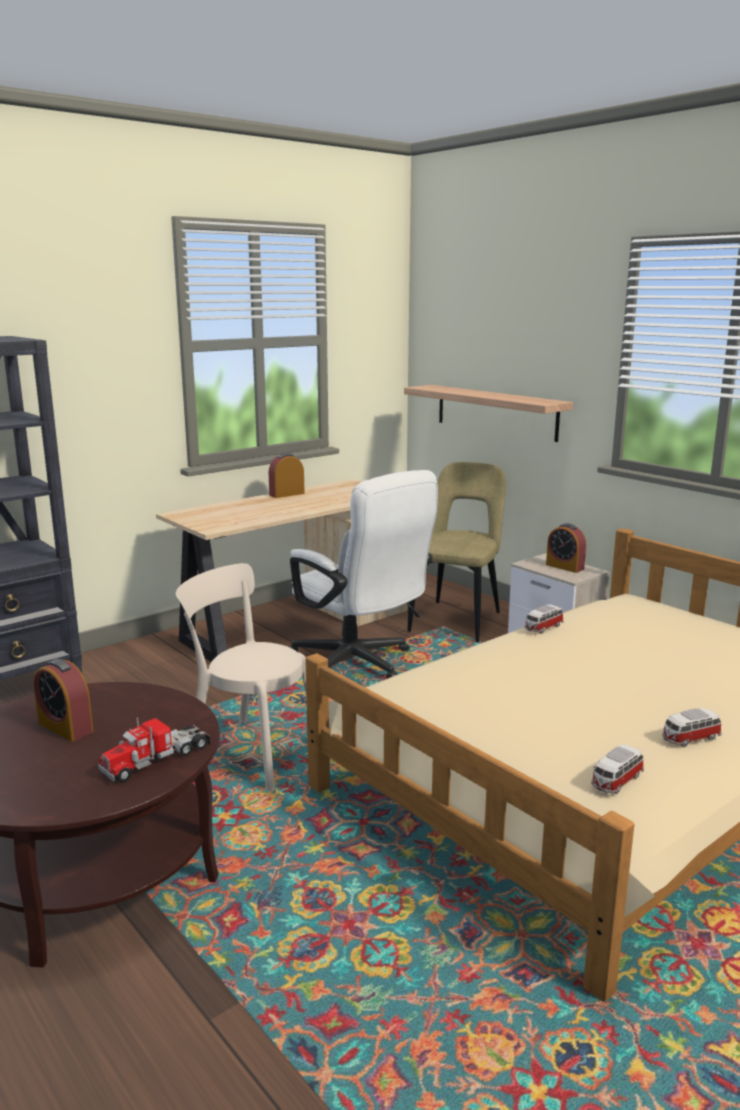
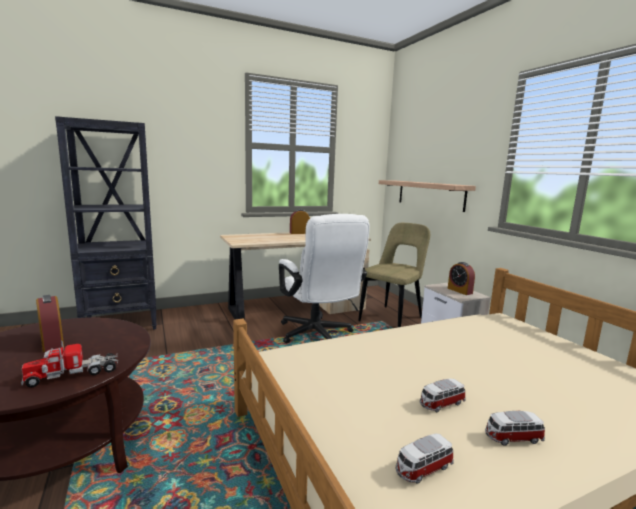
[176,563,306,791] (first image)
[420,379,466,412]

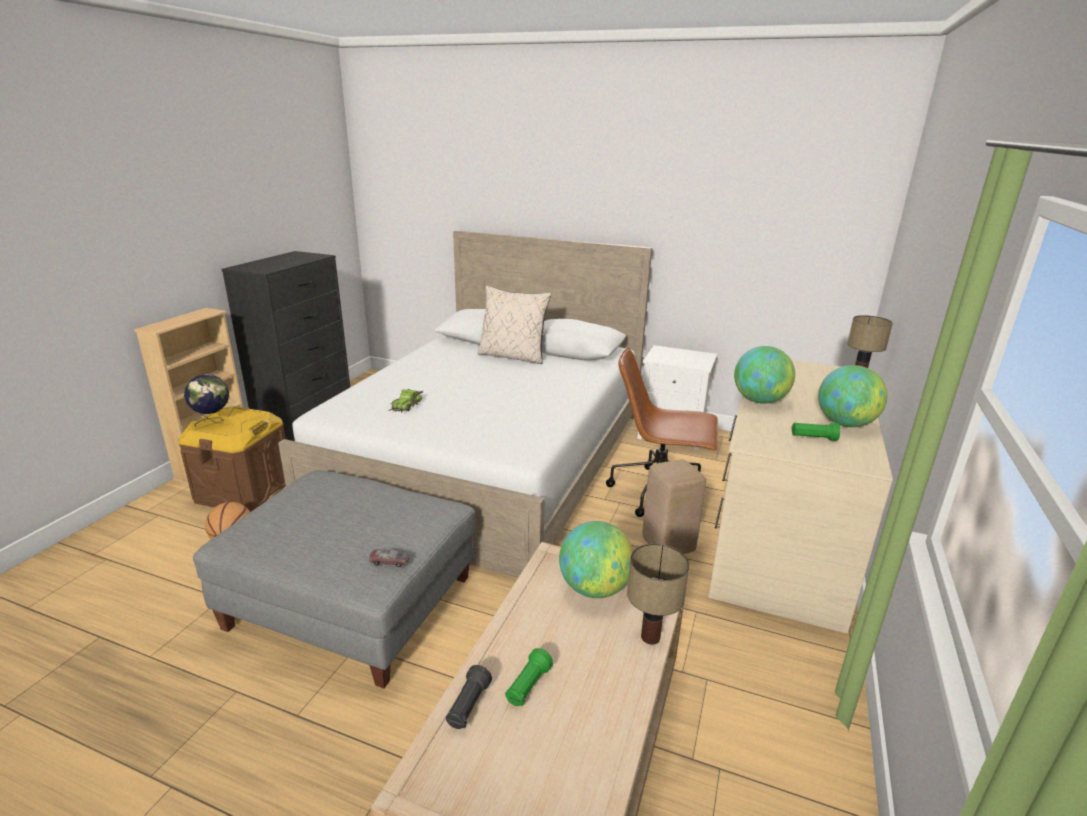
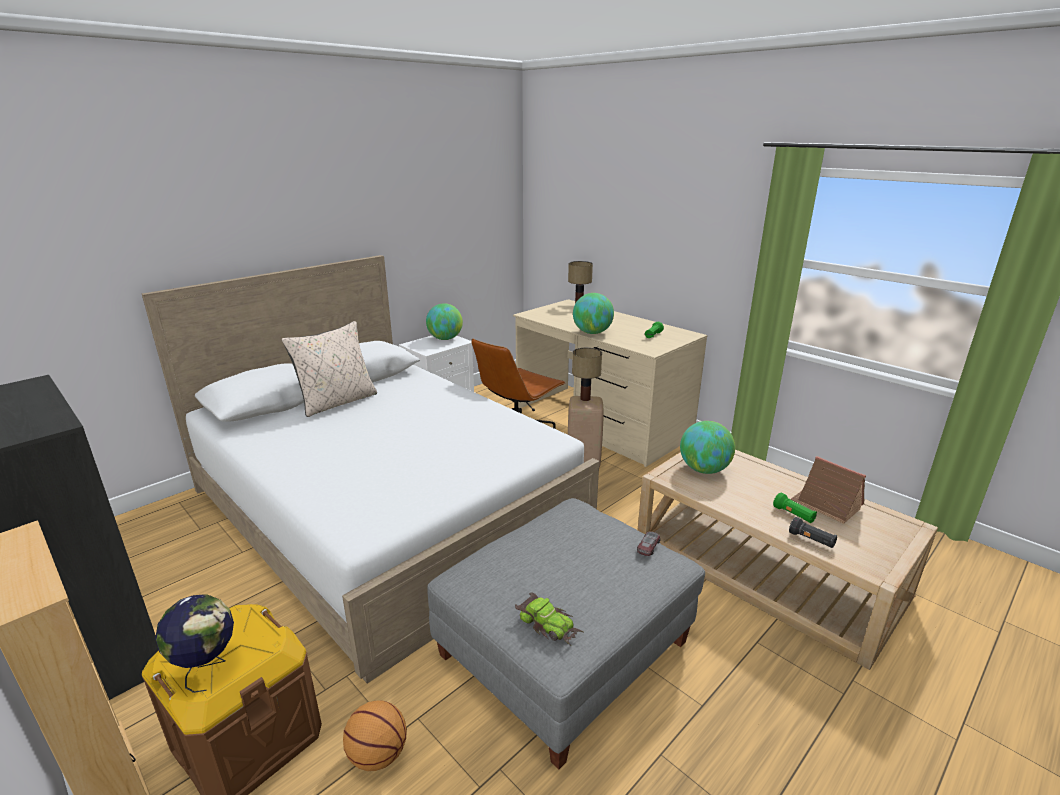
[515,593,585,645]
[572,348,602,401]
[426,303,463,340]
[790,456,866,524]

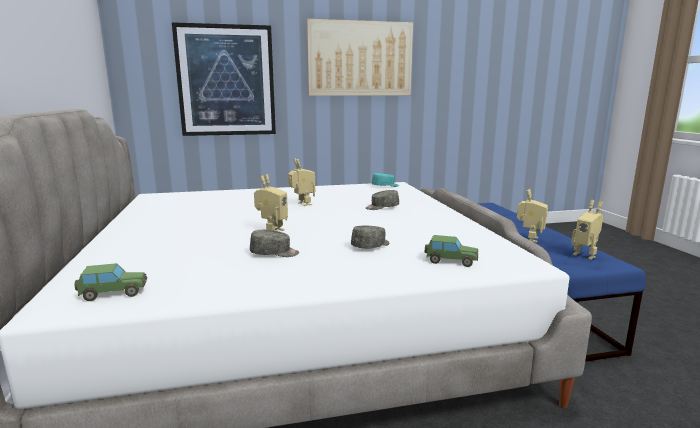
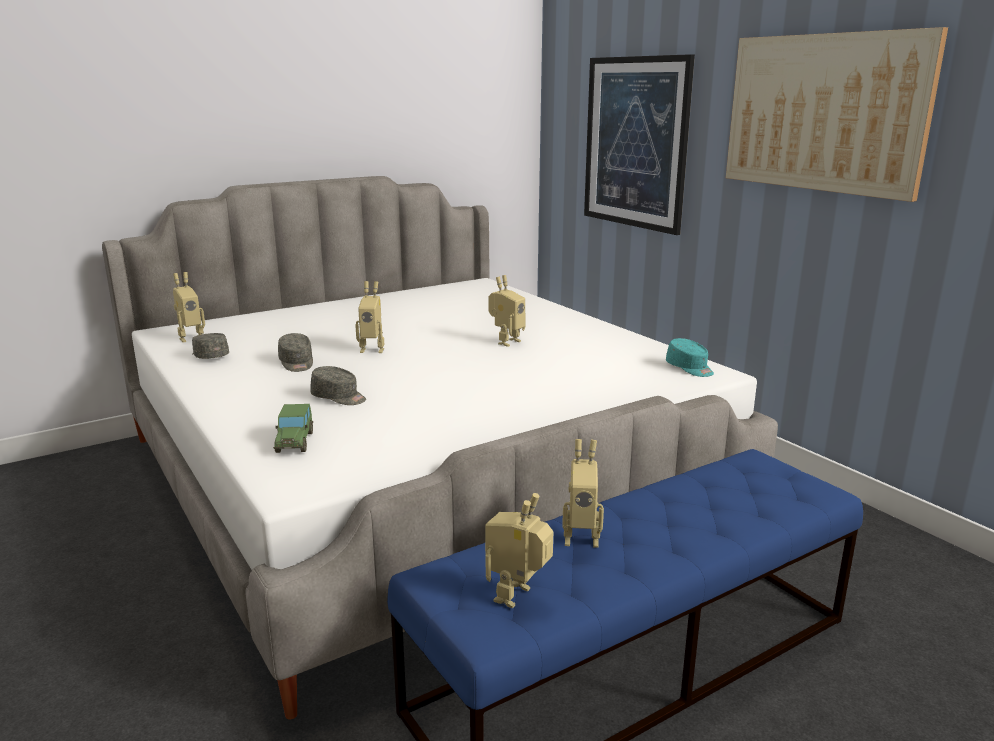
[173,272,205,342]
[192,333,229,359]

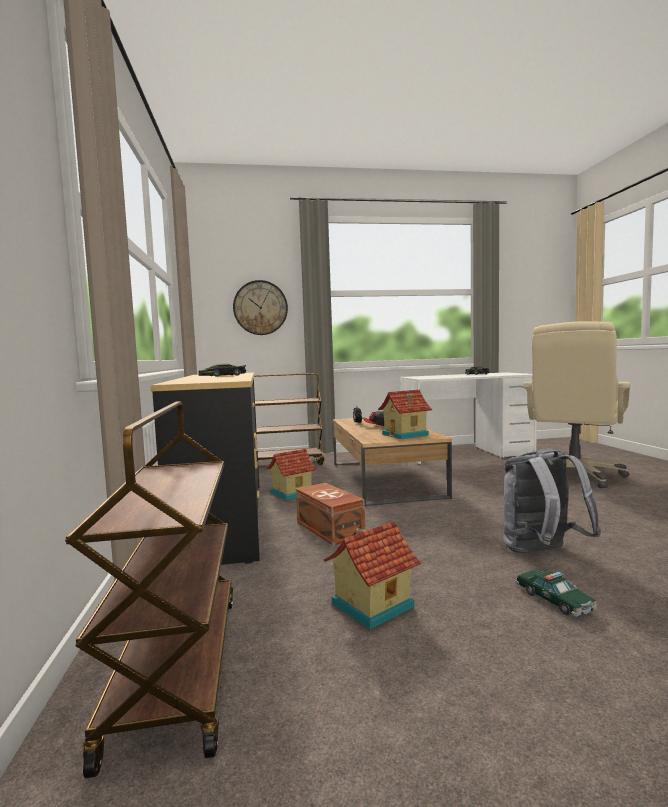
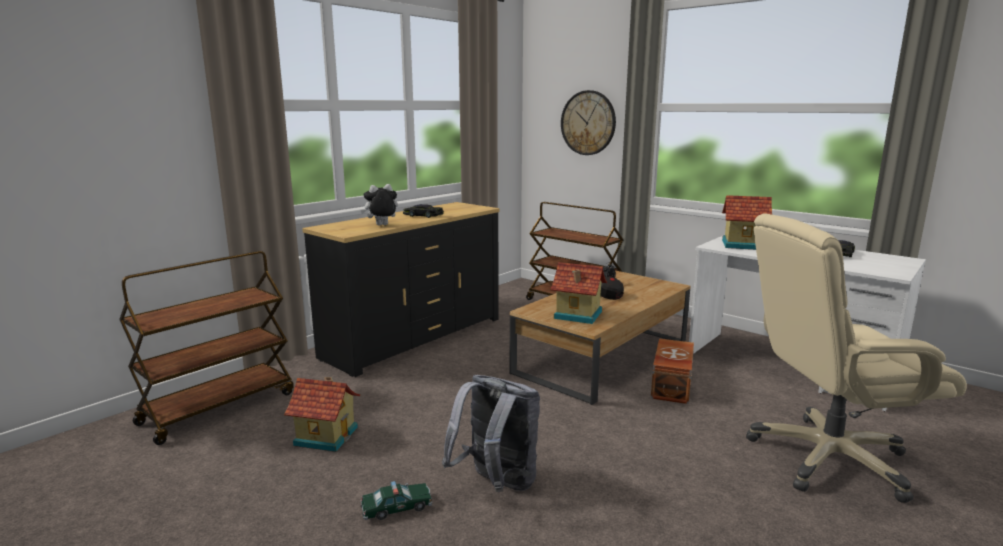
[722,195,772,250]
[651,339,694,404]
[361,481,432,520]
[361,184,398,226]

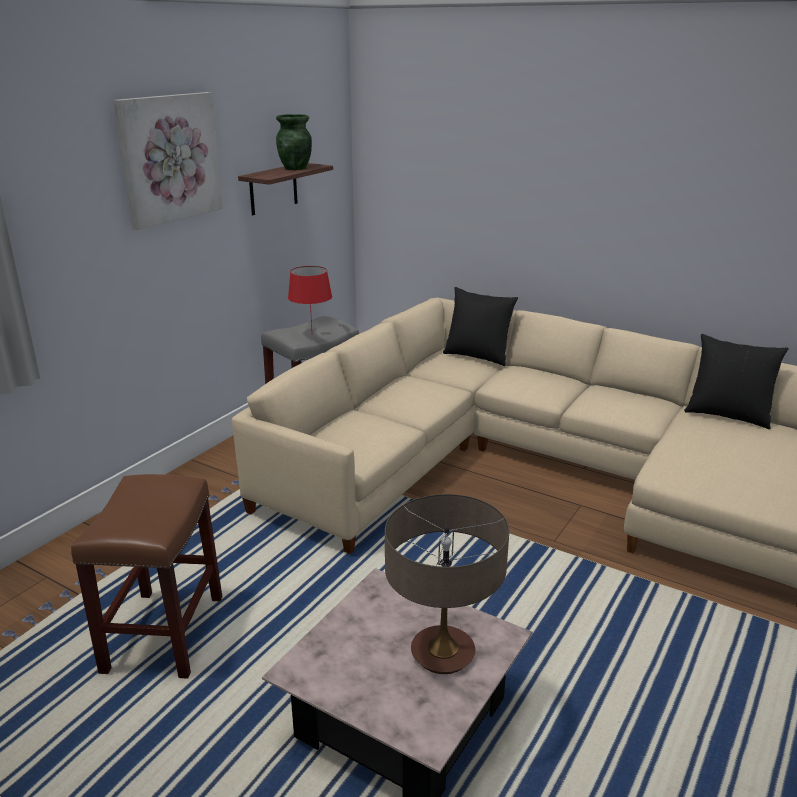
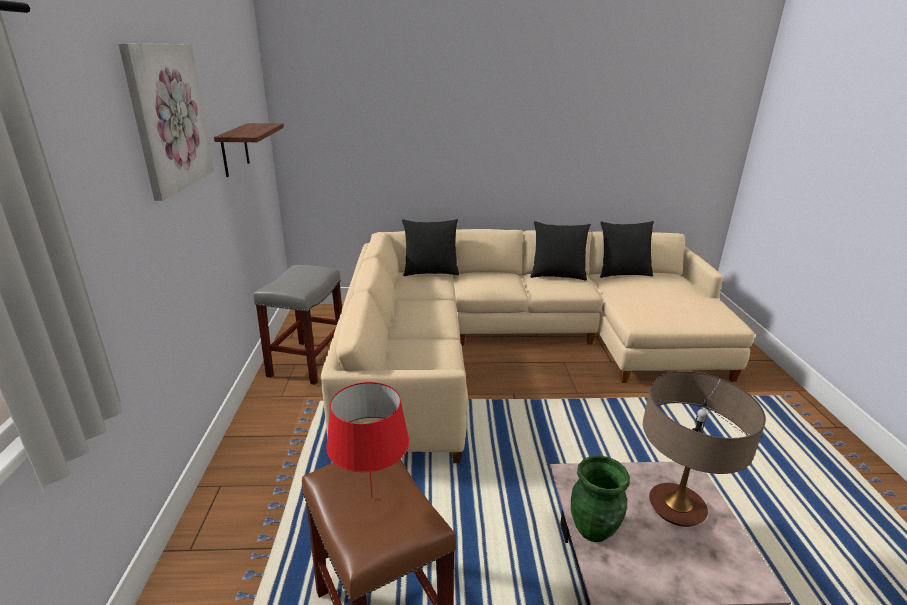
[571,455,630,542]
[326,382,409,498]
[530,221,591,281]

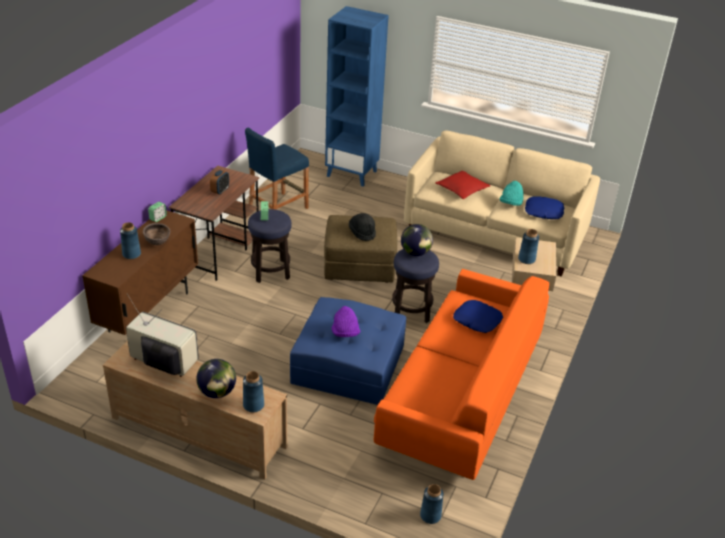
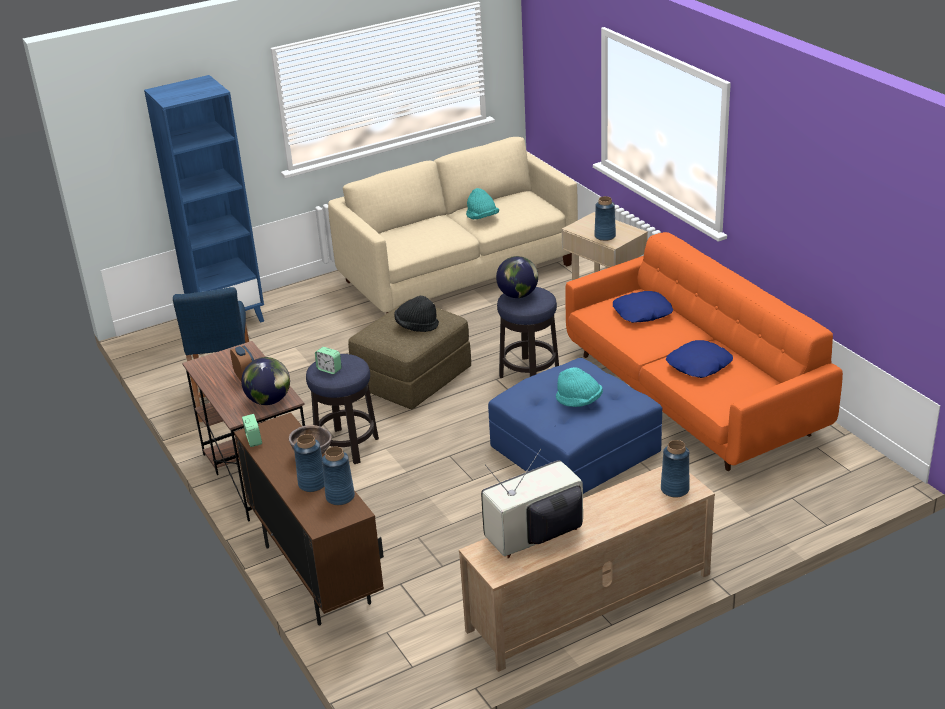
[241,357,290,405]
[556,367,603,407]
[322,447,355,505]
[435,171,491,199] (first image)
[666,340,733,378]

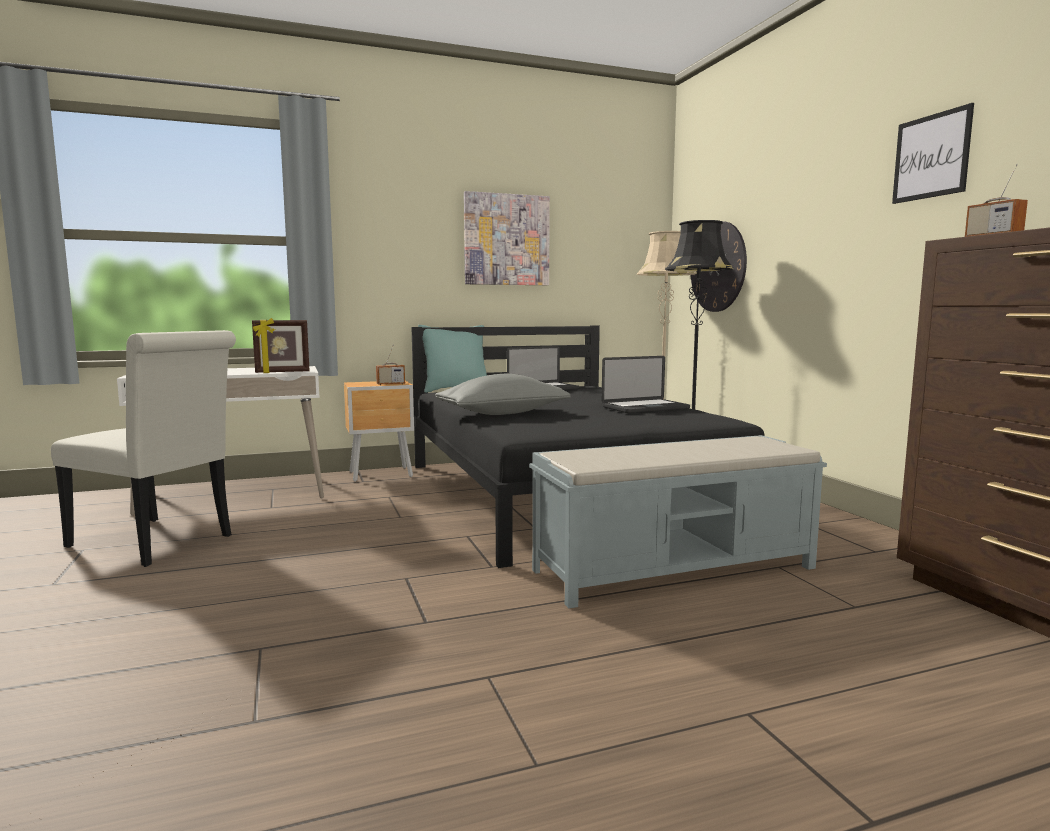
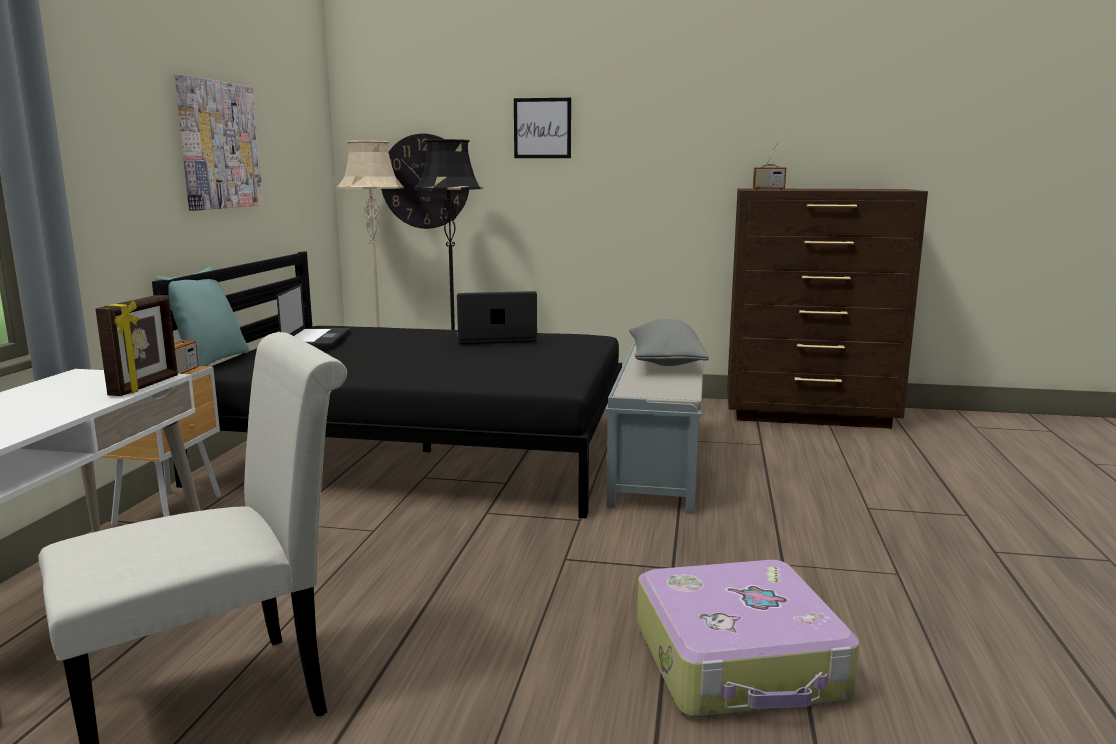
[629,319,709,366]
[456,291,537,345]
[514,98,571,158]
[637,560,860,718]

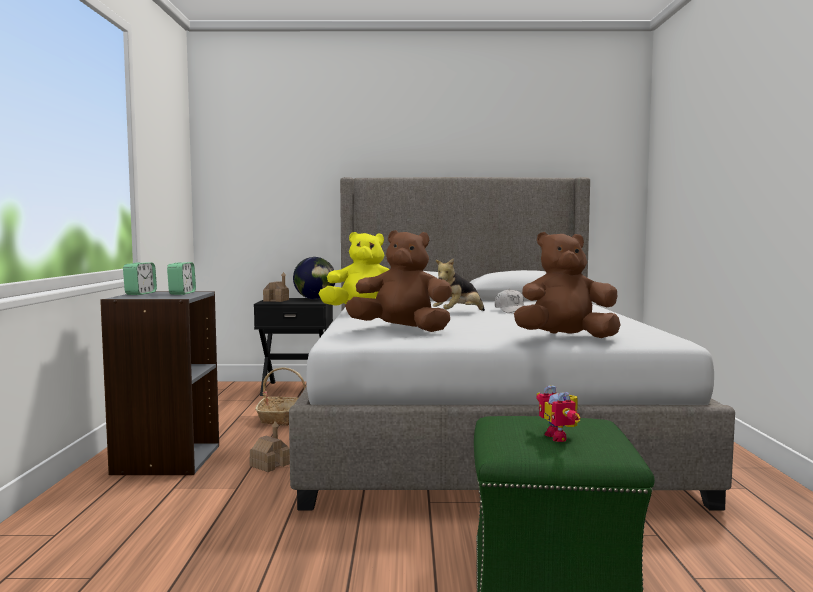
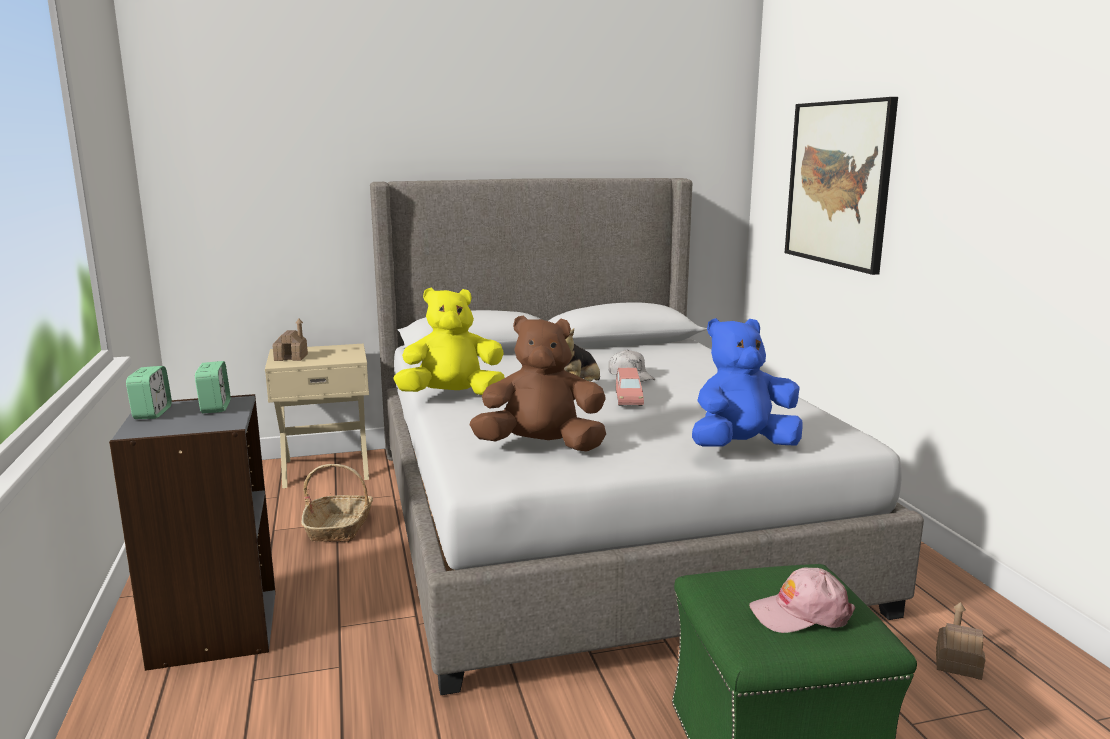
[936,602,985,680]
[265,344,369,488]
[293,257,335,299] (first image)
[692,318,802,447]
[749,567,855,633]
[616,368,644,406]
[785,97,898,275]

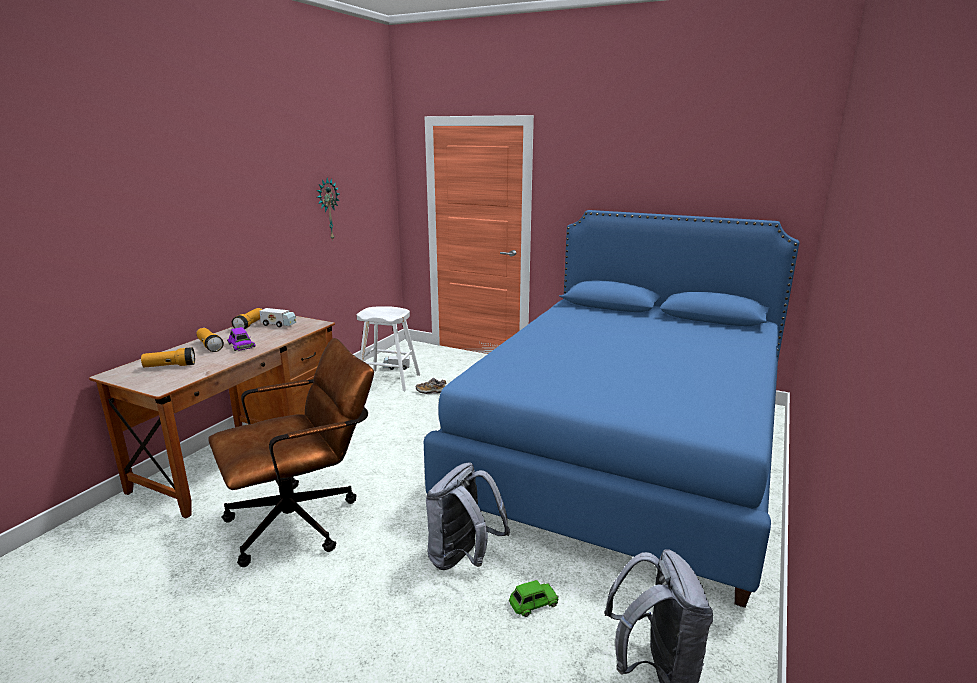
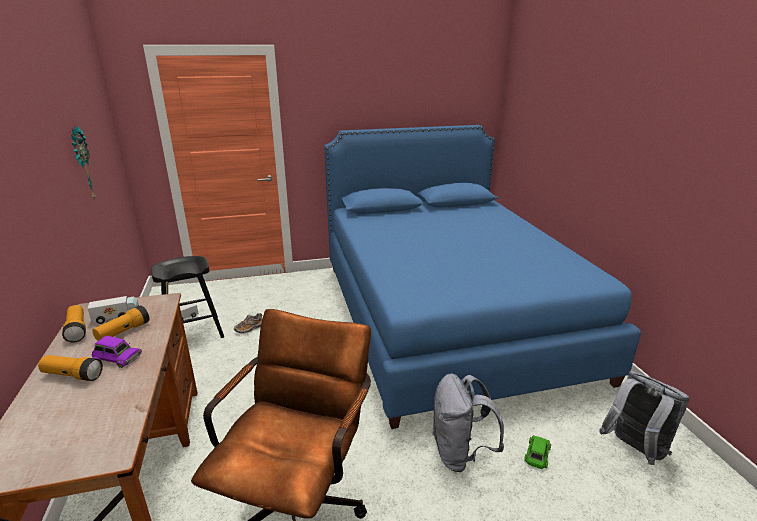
[93,305,150,341]
[151,256,224,338]

